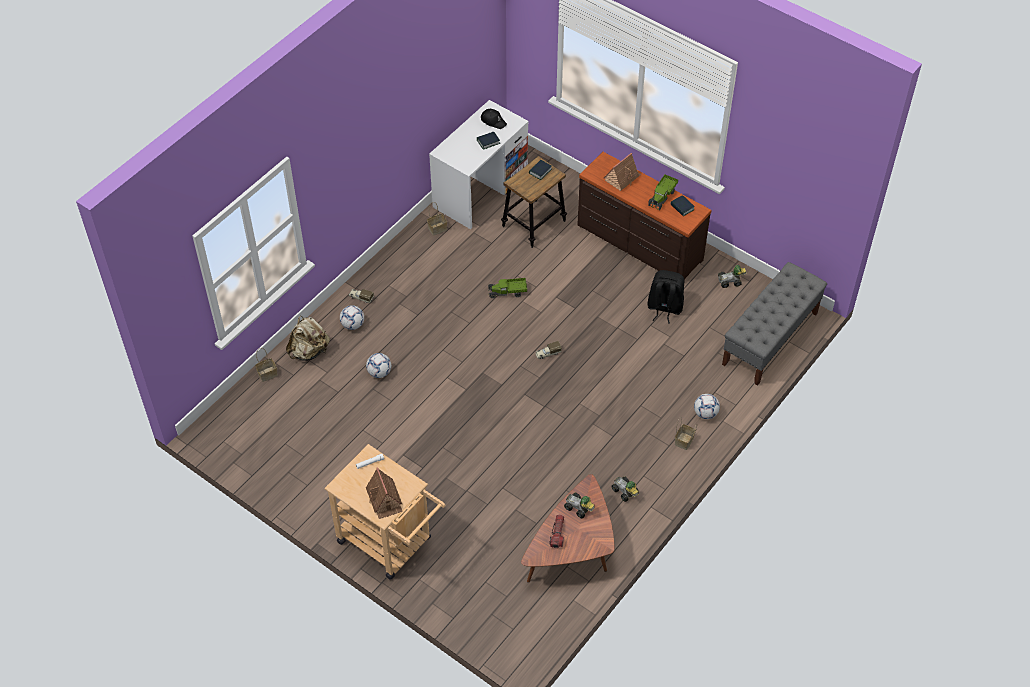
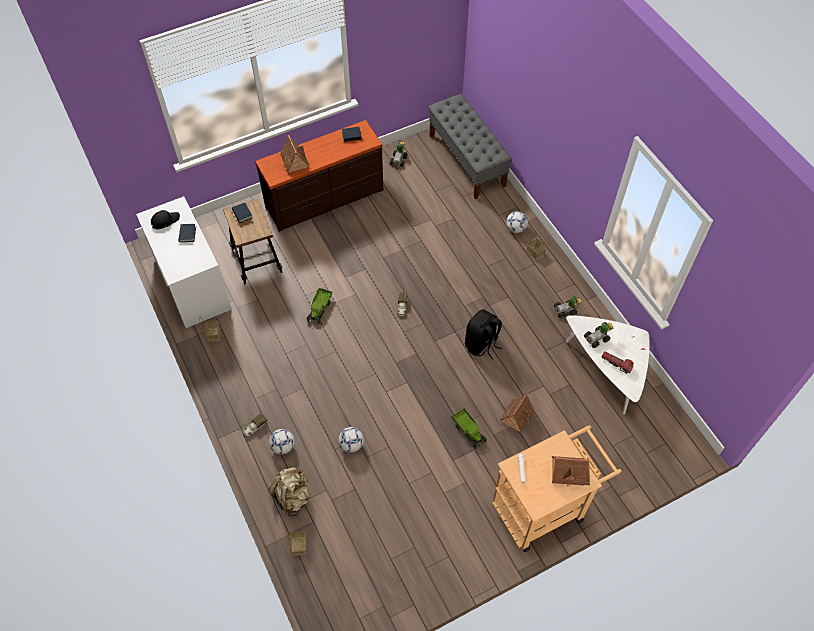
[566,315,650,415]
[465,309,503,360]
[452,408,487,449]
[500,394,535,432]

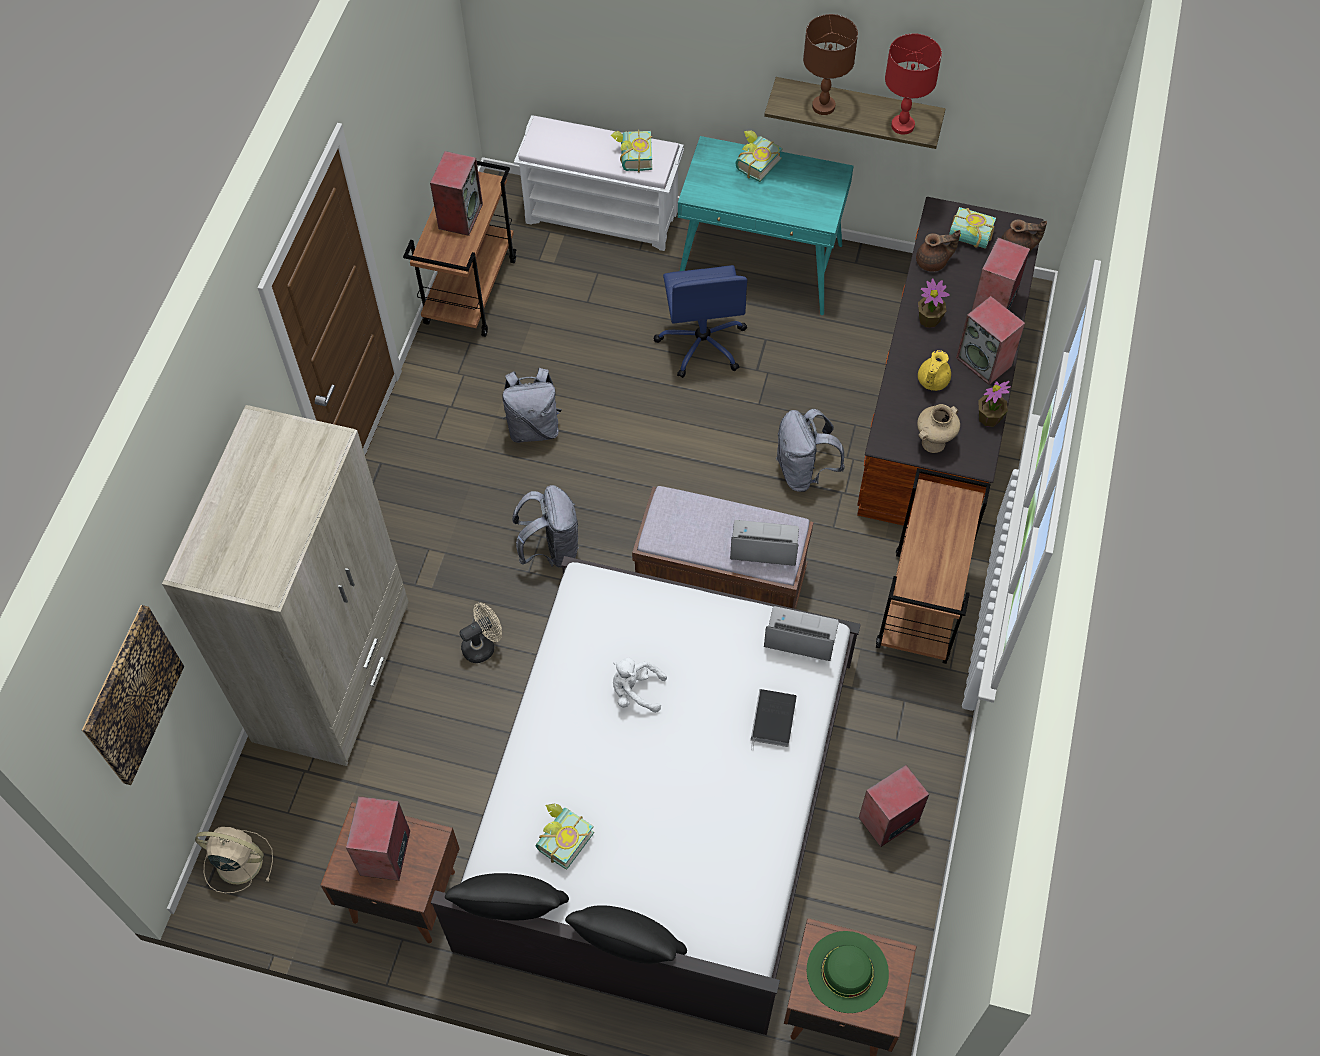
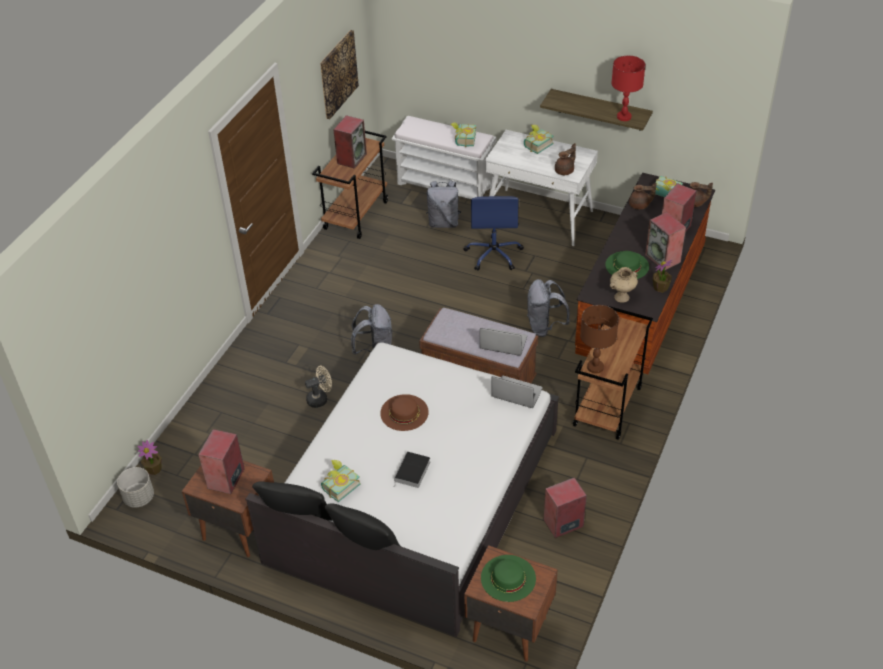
[320,30,359,119]
[162,405,408,766] (first image)
[117,467,154,508]
[426,180,461,228]
[380,394,429,431]
[485,130,598,246]
[394,452,430,488]
[580,305,619,374]
[137,440,162,475]
[605,251,649,279]
[555,143,576,175]

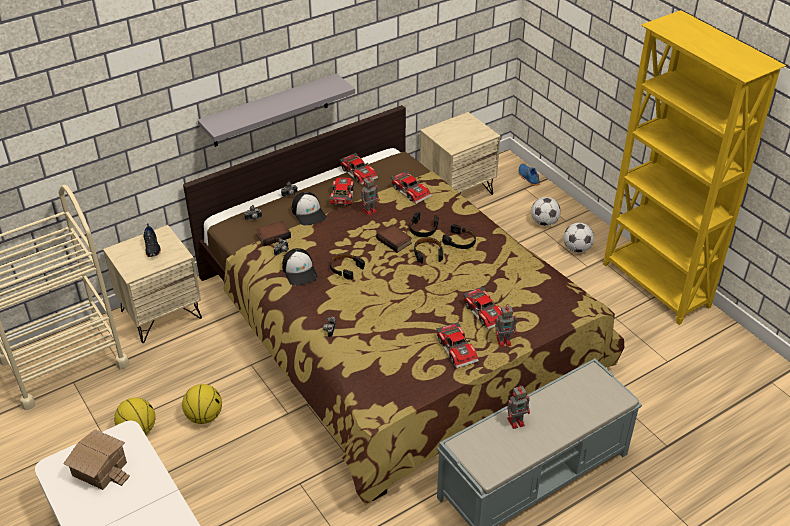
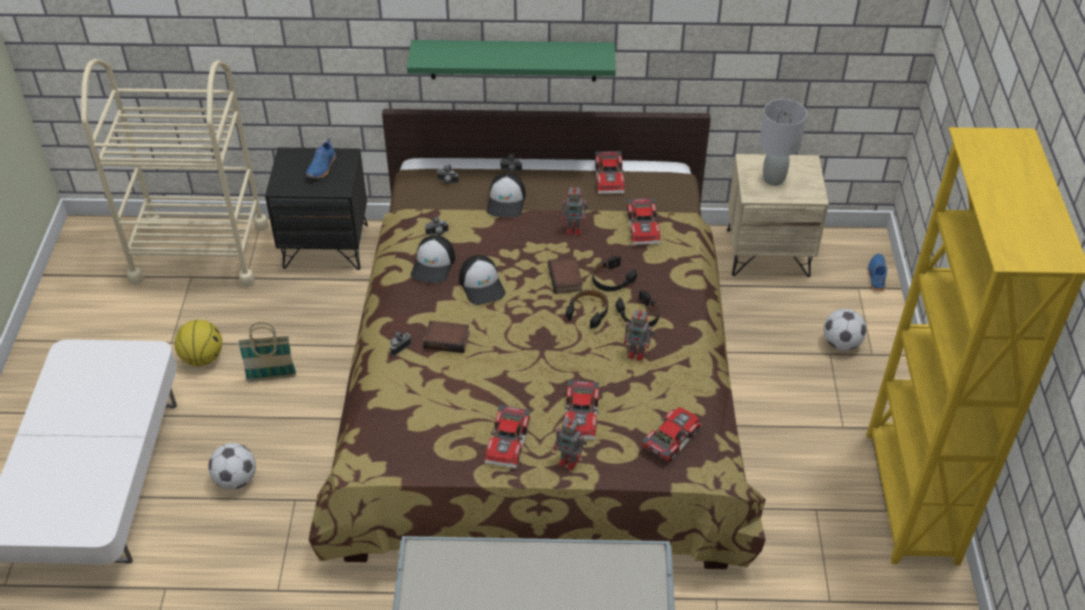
[63,429,130,490] (first image)
[265,147,368,270]
[306,138,336,178]
[238,322,296,382]
[407,40,616,81]
[423,321,470,353]
[641,407,703,461]
[459,255,505,305]
[624,310,654,361]
[208,443,256,490]
[759,99,807,186]

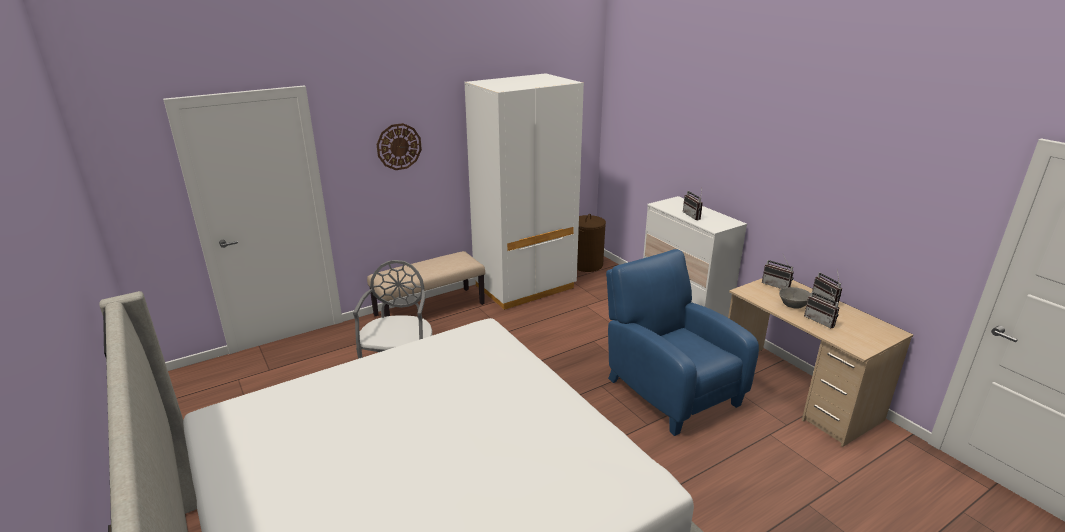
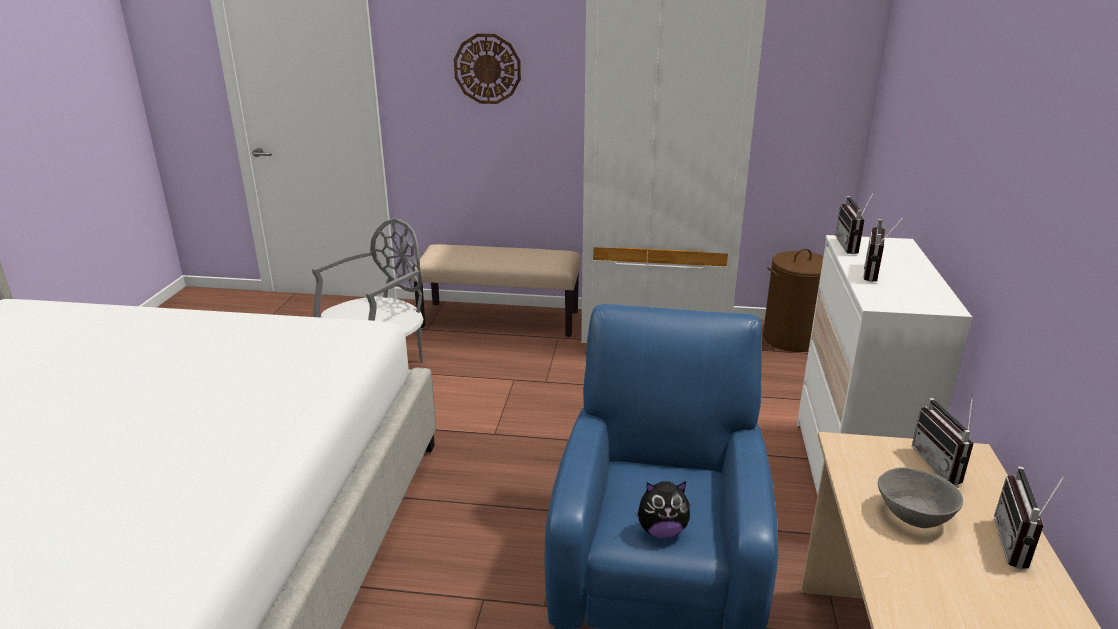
[835,190,875,254]
[638,481,691,538]

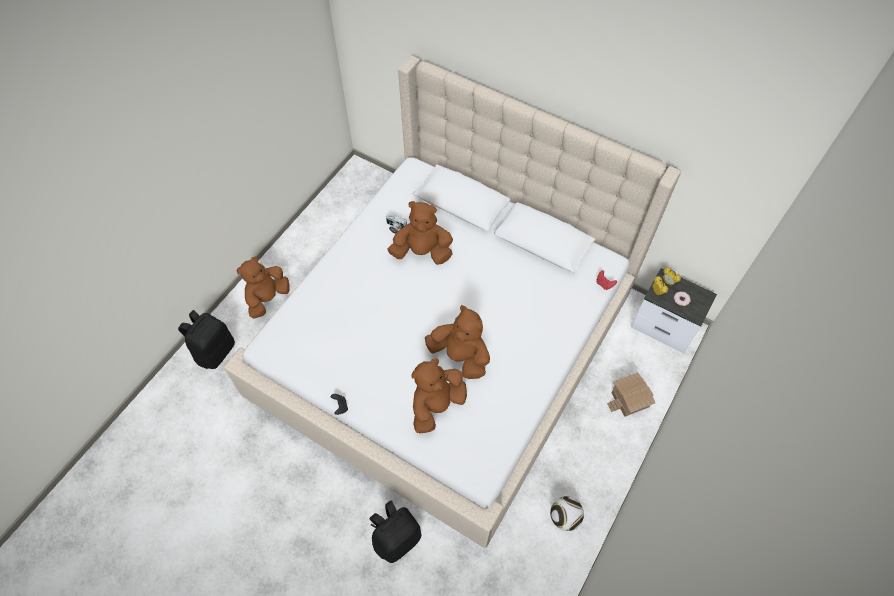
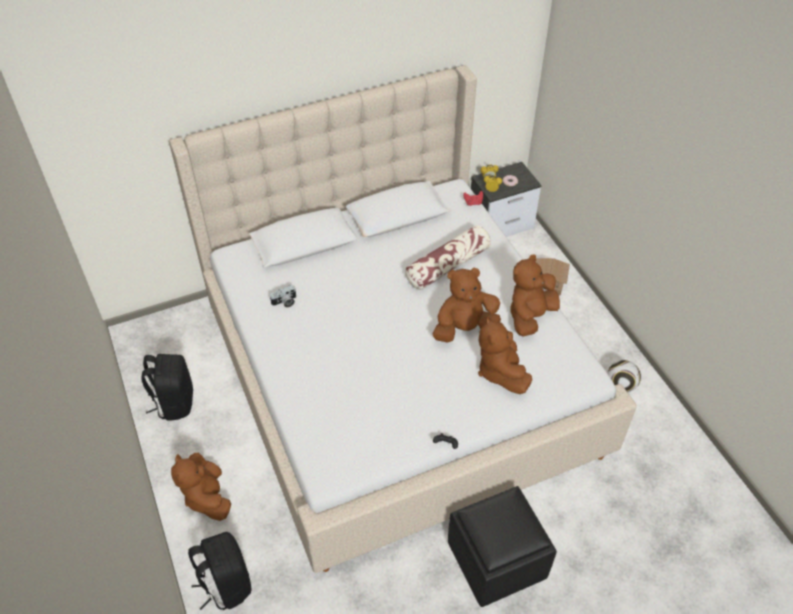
[141,354,193,421]
[510,254,560,336]
[405,225,491,290]
[448,486,557,607]

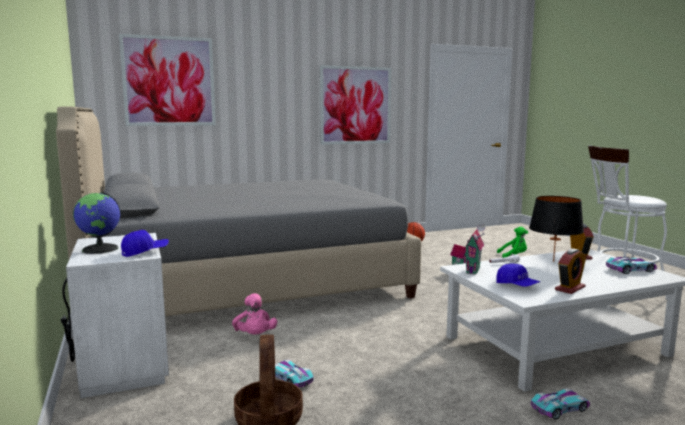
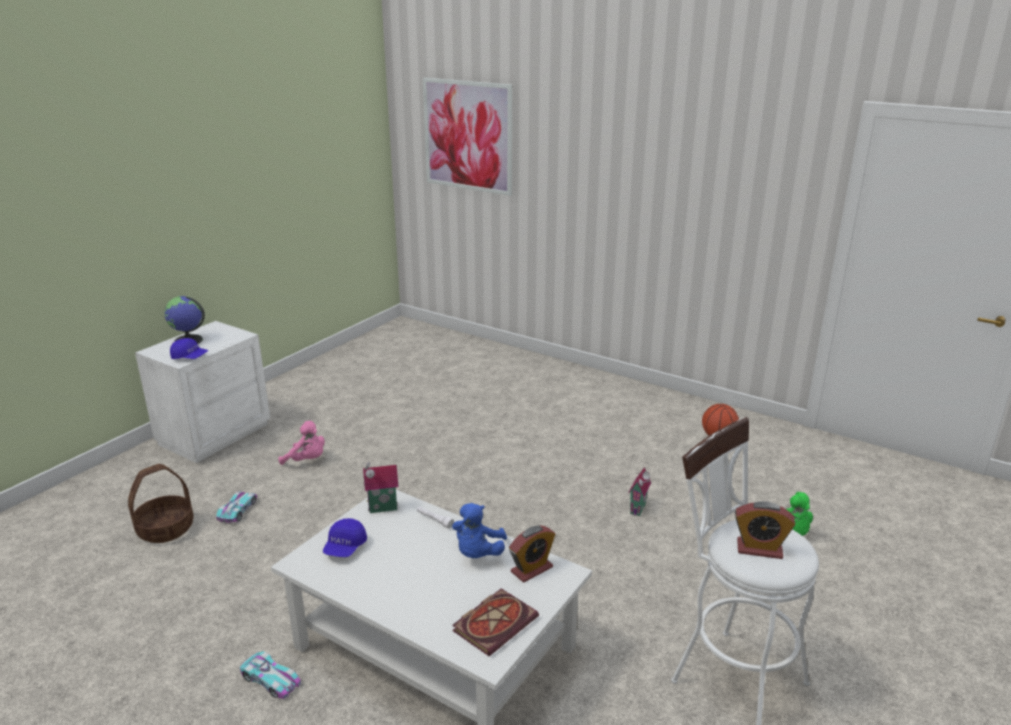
[56,106,421,316] (first image)
[278,421,325,465]
[320,65,391,145] (first image)
[452,503,507,558]
[735,501,795,559]
[452,588,539,656]

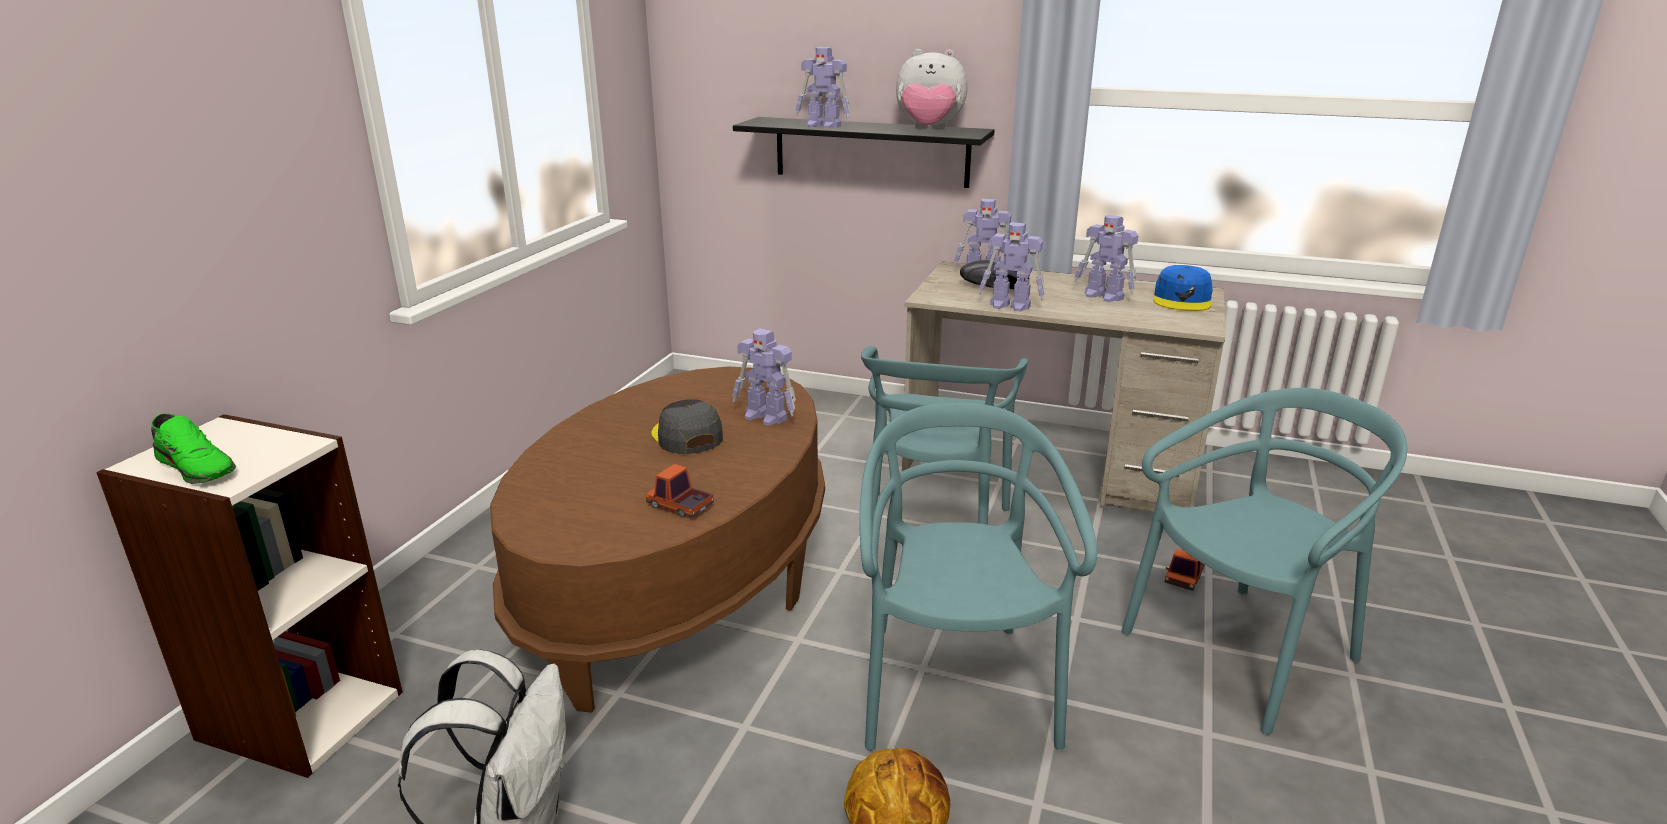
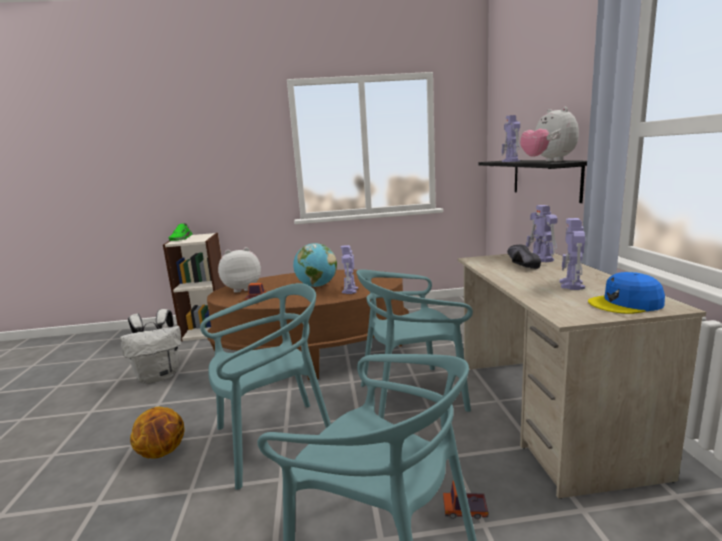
[293,243,337,287]
[979,222,1045,312] (first image)
[218,247,261,293]

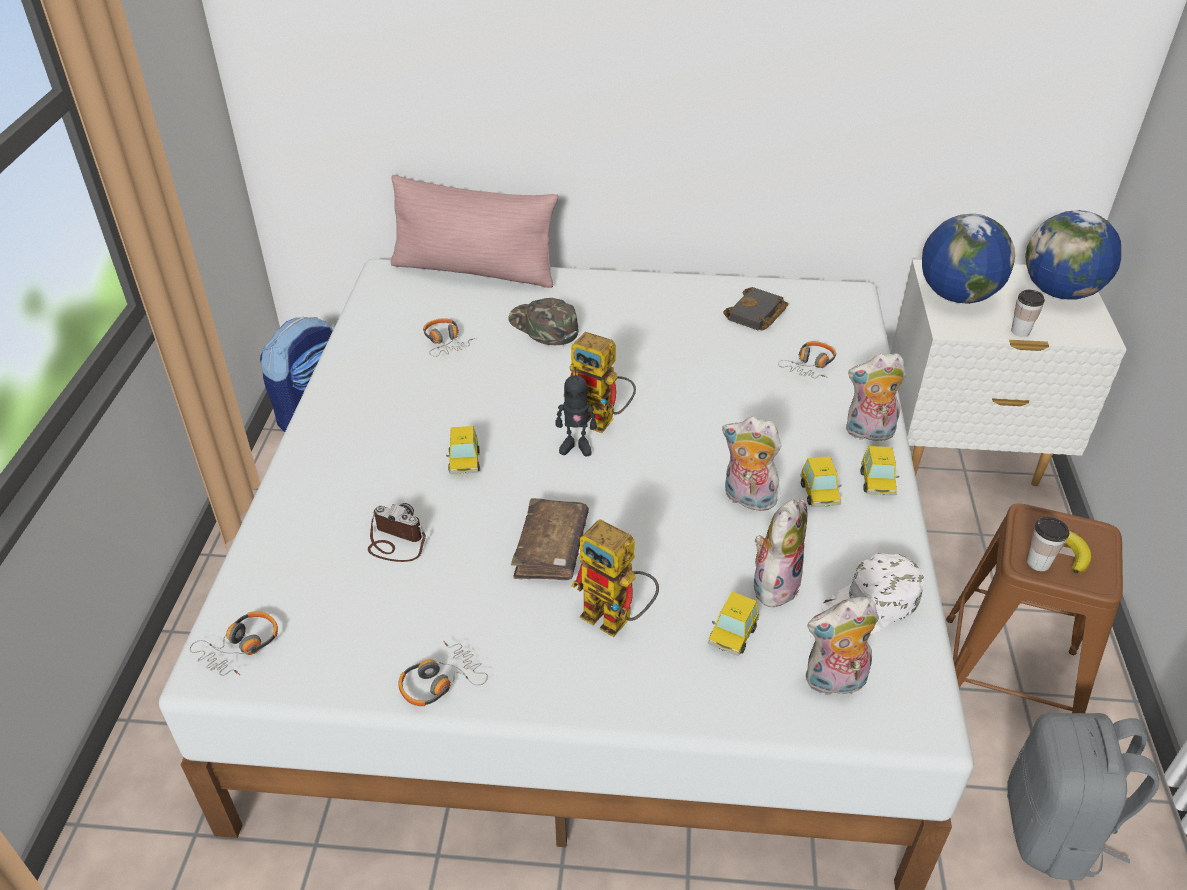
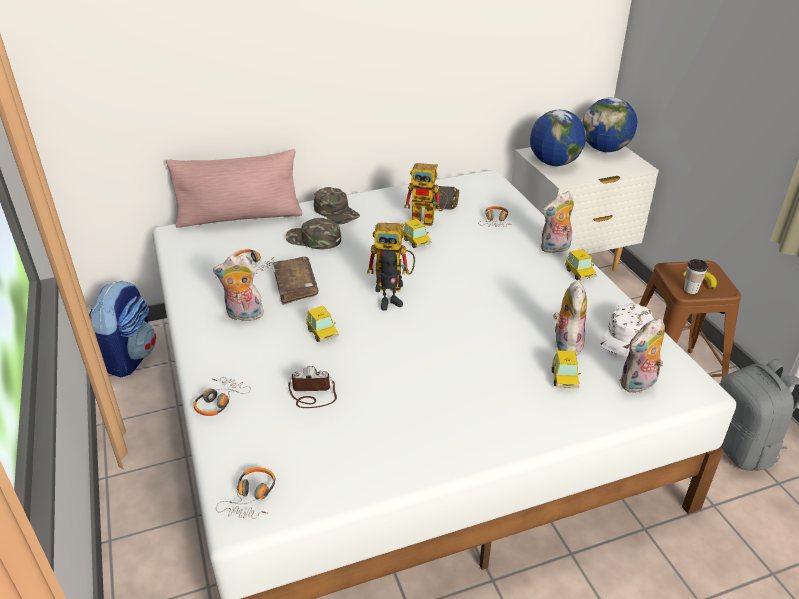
[193,377,251,416]
[273,257,318,305]
[404,163,448,226]
[213,255,264,321]
[403,219,431,248]
[1011,290,1045,337] (first image)
[314,187,360,224]

